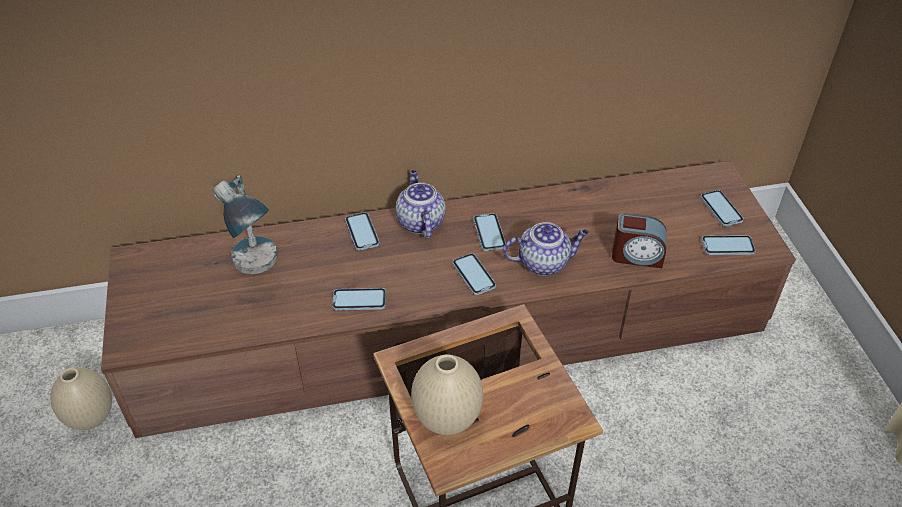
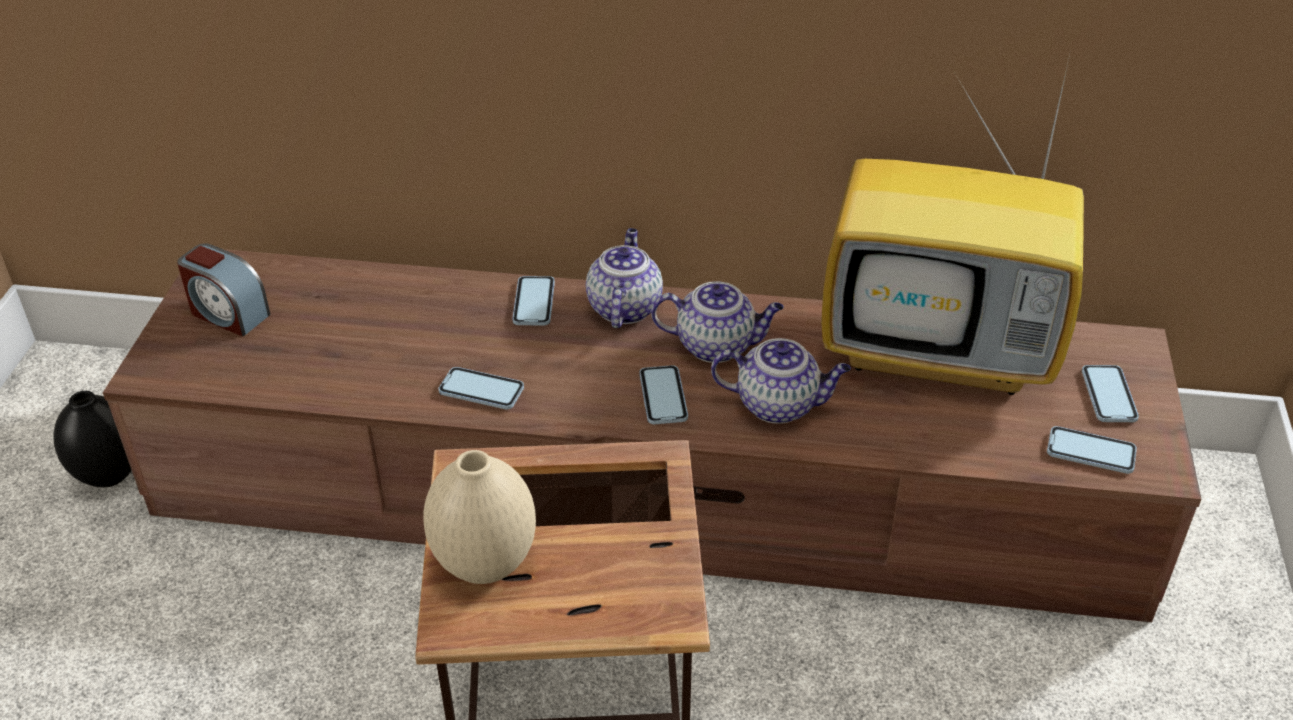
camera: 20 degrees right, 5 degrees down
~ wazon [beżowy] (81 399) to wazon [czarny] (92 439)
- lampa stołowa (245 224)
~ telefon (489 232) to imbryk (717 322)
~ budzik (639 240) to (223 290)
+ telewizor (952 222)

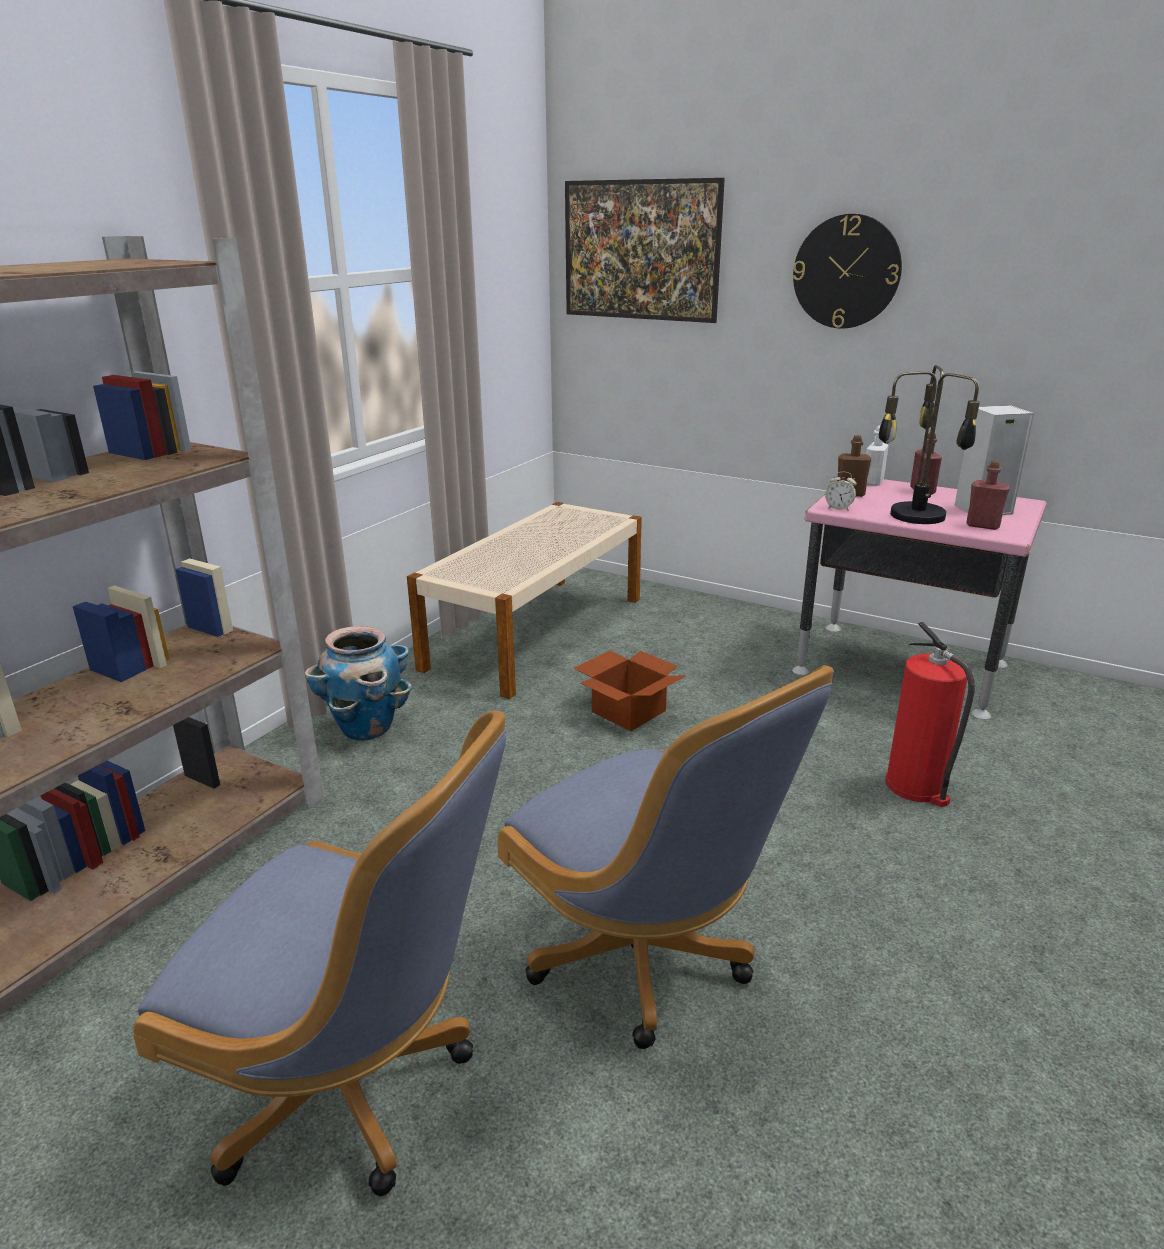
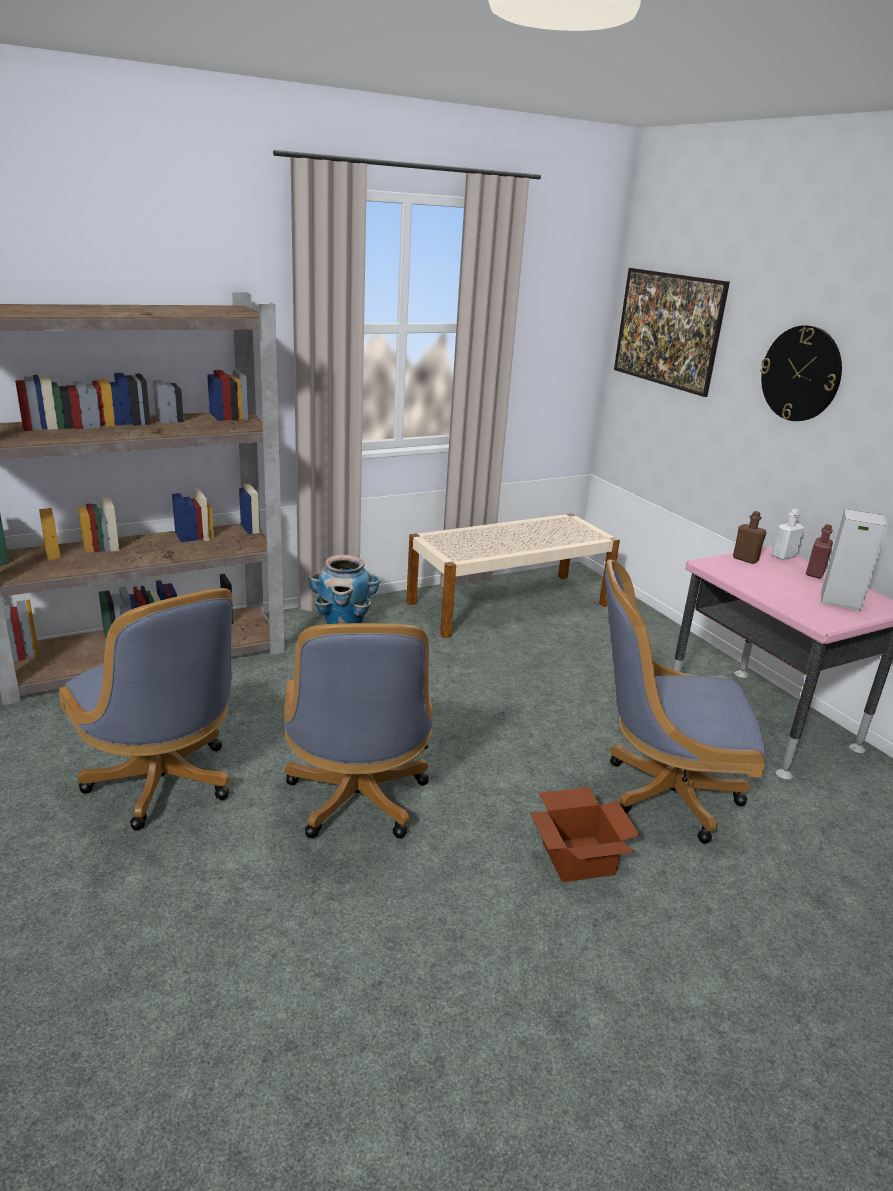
camera: 30 degrees right, 0 degrees up
~ karton (630 691) to (585 834)
- budzik (841 491)
- lampa stołowa (929 444)
~ gaśnica (930 714) to krzesło biurowe [niebieski] (685 702)
- butelka [czerwony] (988 495)

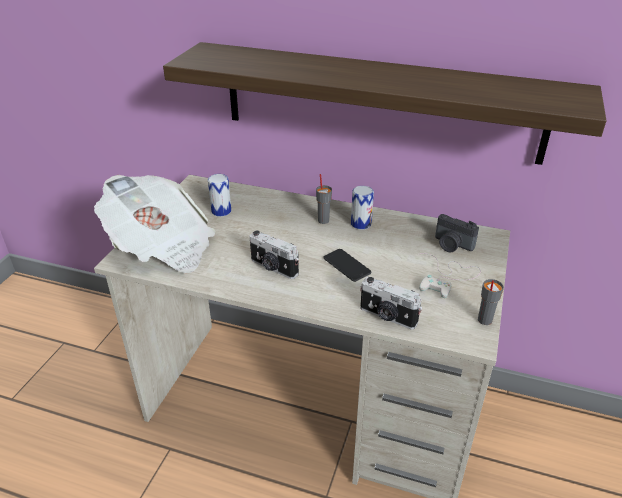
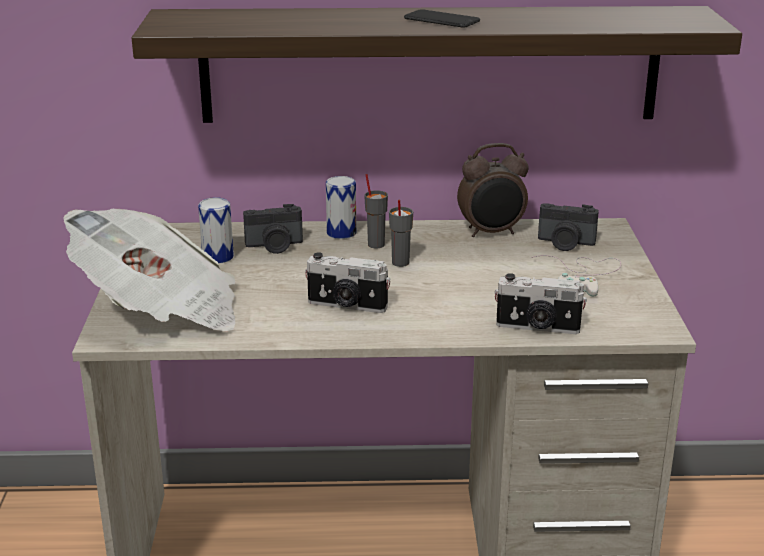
camera: 20 degrees left, 10 degrees down
~ telefon (347 265) to (442 18)
~ puszka (362 208) to (341 207)
~ filiżanka [szary] (491 302) to (401 233)
+ aparat fotograficzny (273 229)
+ budzik (493 190)

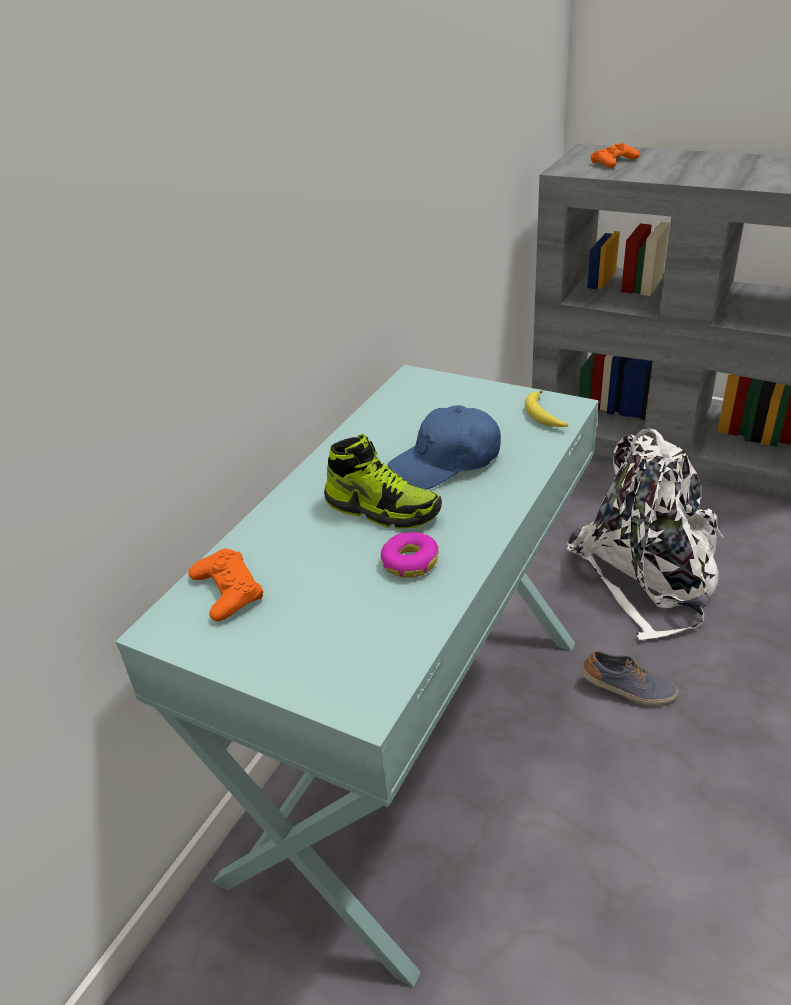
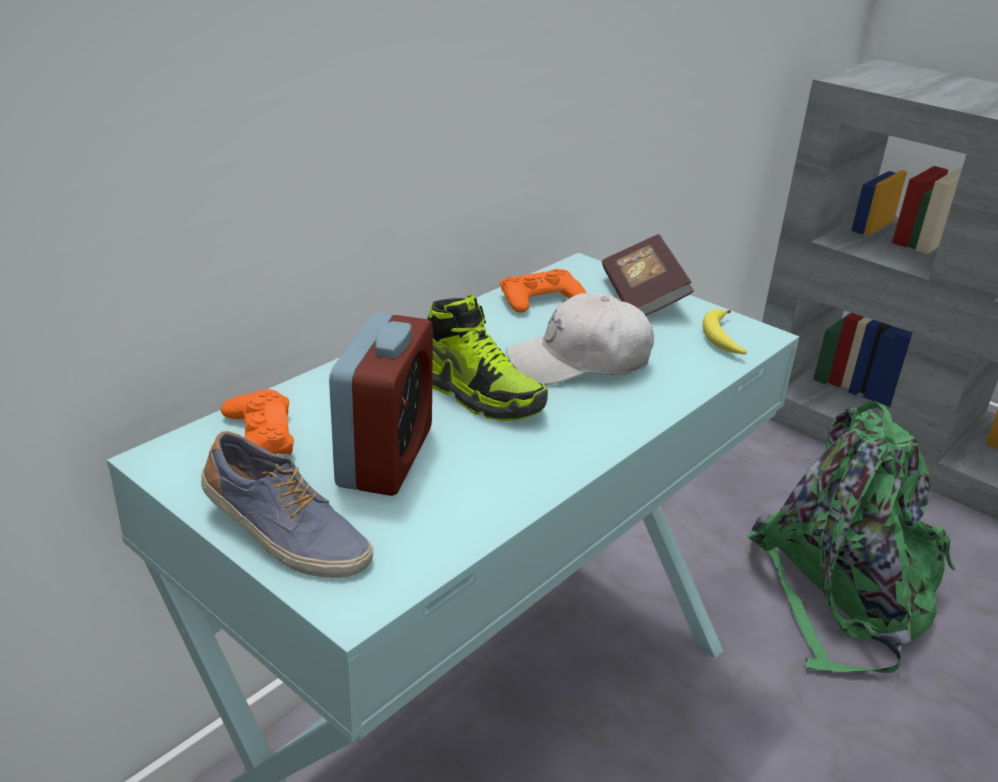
camera: 10 degrees right, 5 degrees down
- donut (410 555)
~ czapka z daszkiem [niebieski] (444 447) to czapka z daszkiem [biały] (580 339)
~ plecak [biały] (645 535) to plecak [zielony] (851 537)
~ but (630 678) to (287 504)
~ pad do gier [pomarańczowy] (615 155) to (543 291)
+ budzik (381 404)
+ książka (648 275)

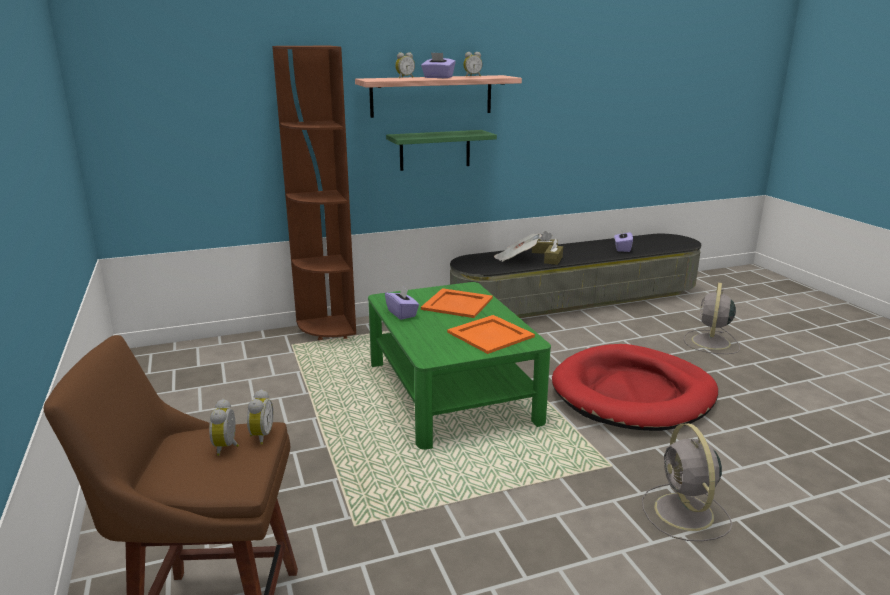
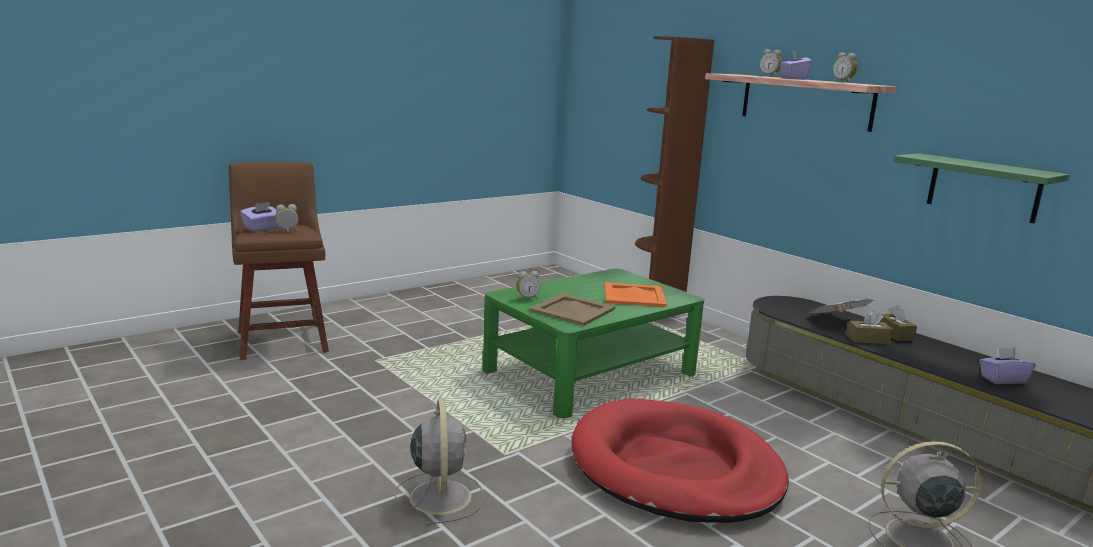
camera: 70 degrees right, 5 degrees down
~ budzik (260 417) to (528 285)
~ pudełko chusteczek [fioletowy] (402 302) to (259 216)
~ półka [zielony] (441 150) to (981 188)
~ taca [pomarańczowy] (491 334) to taca [beżowy] (572 309)
~ wentylator [szary] (687 482) = (439 462) 105 degrees clockwise

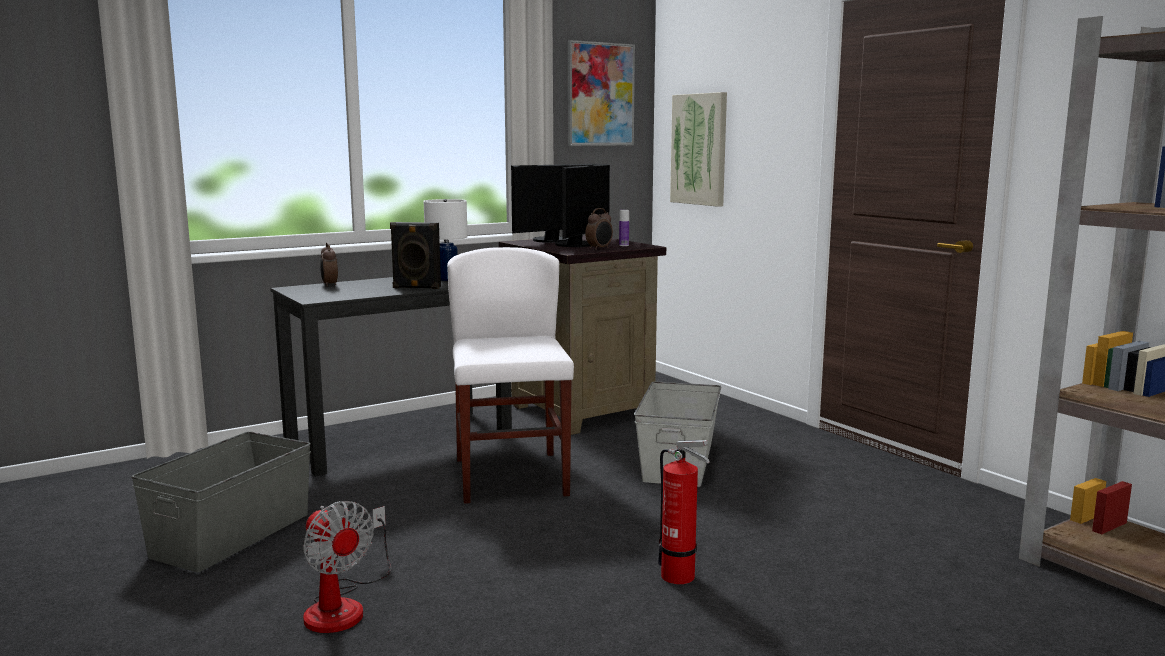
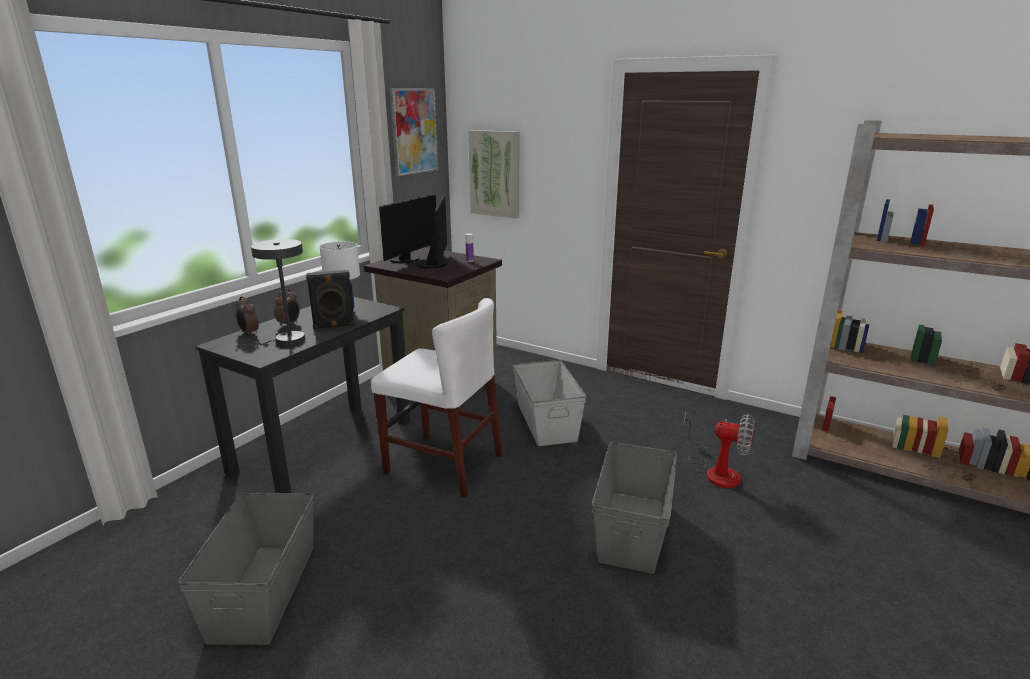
camera: 25 degrees left, 10 degrees up
~ wentylator (347 567) to (718 450)
~ krzesło [biały] (510 375) = (436 398) 150 degrees clockwise
~ budzik (599 229) to (287 308)
~ gaśnica (684 512) to pojemnik do przechowywania [szary] (634 508)
+ lampa stołowa [szary] (270 293)

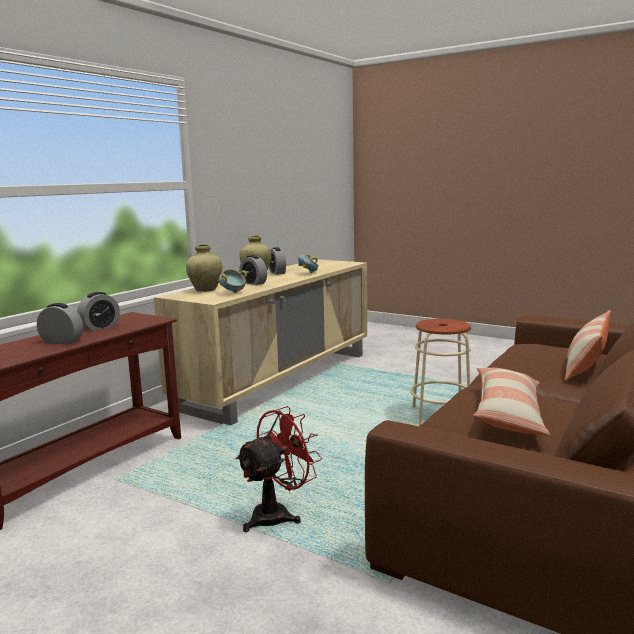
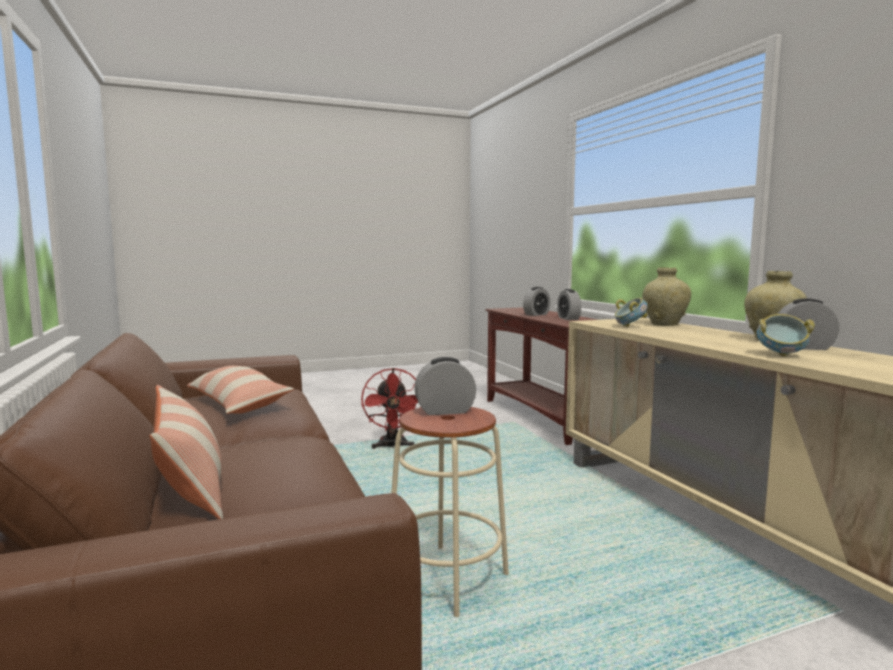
camera: 125 degrees right, 5 degrees down
~ budzik (253 270) to (445 386)

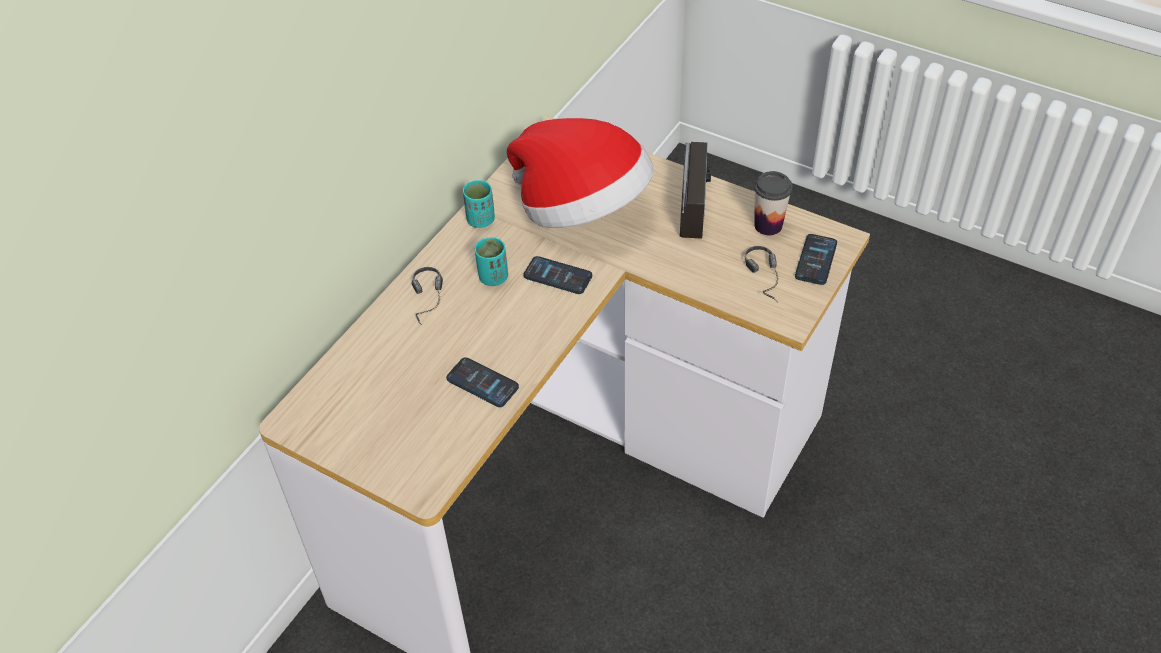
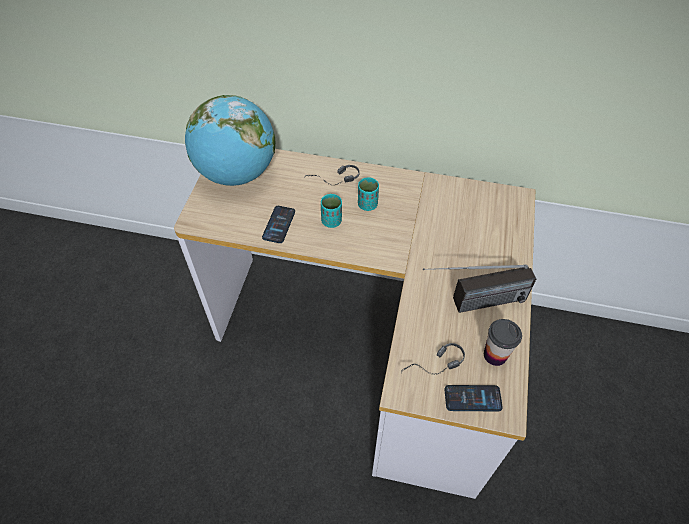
camera: 70 degrees right, 5 degrees up
~ filiżanka [turkusowy] (479 204) to (331 211)
- kapelusz (580 173)
- telefon (557 275)
+ globus (230 140)

